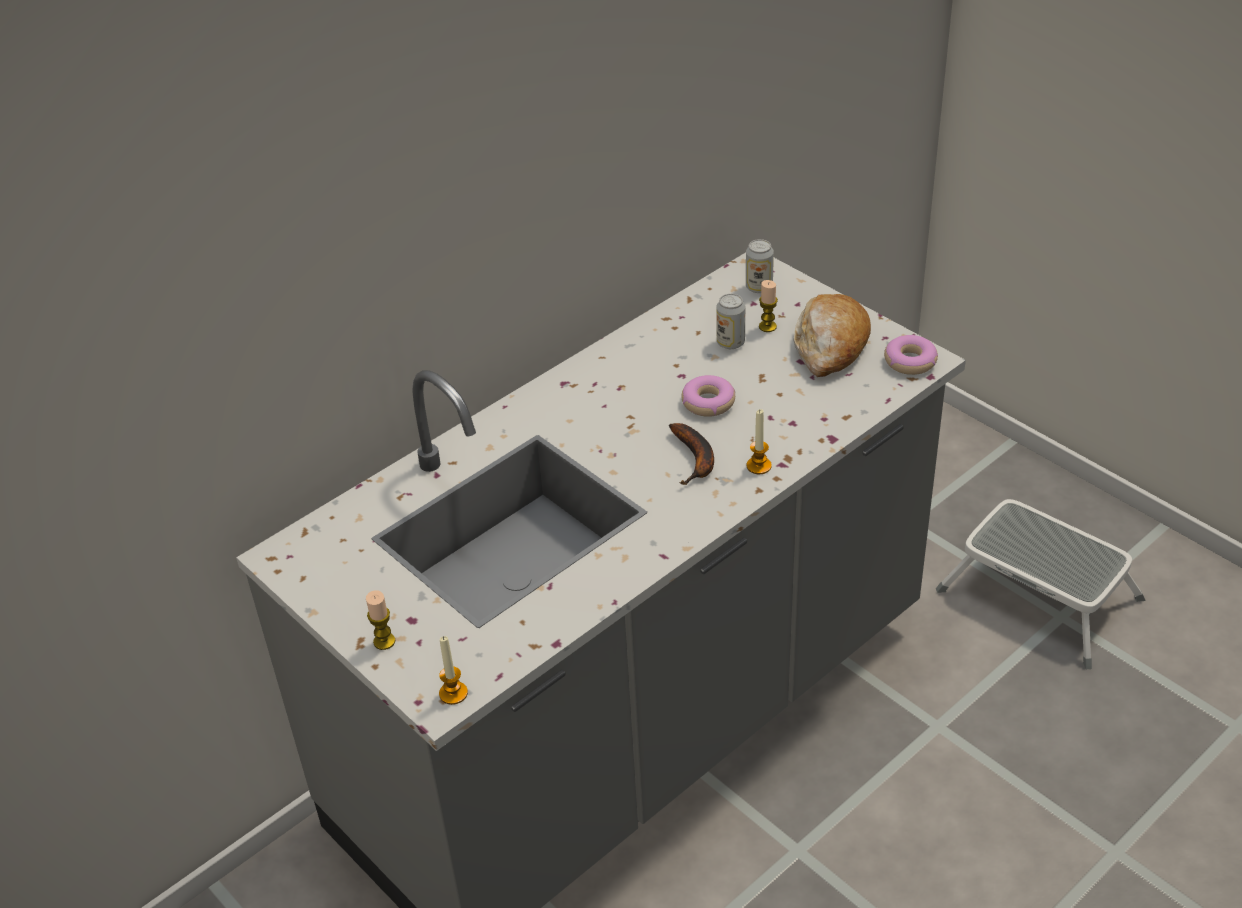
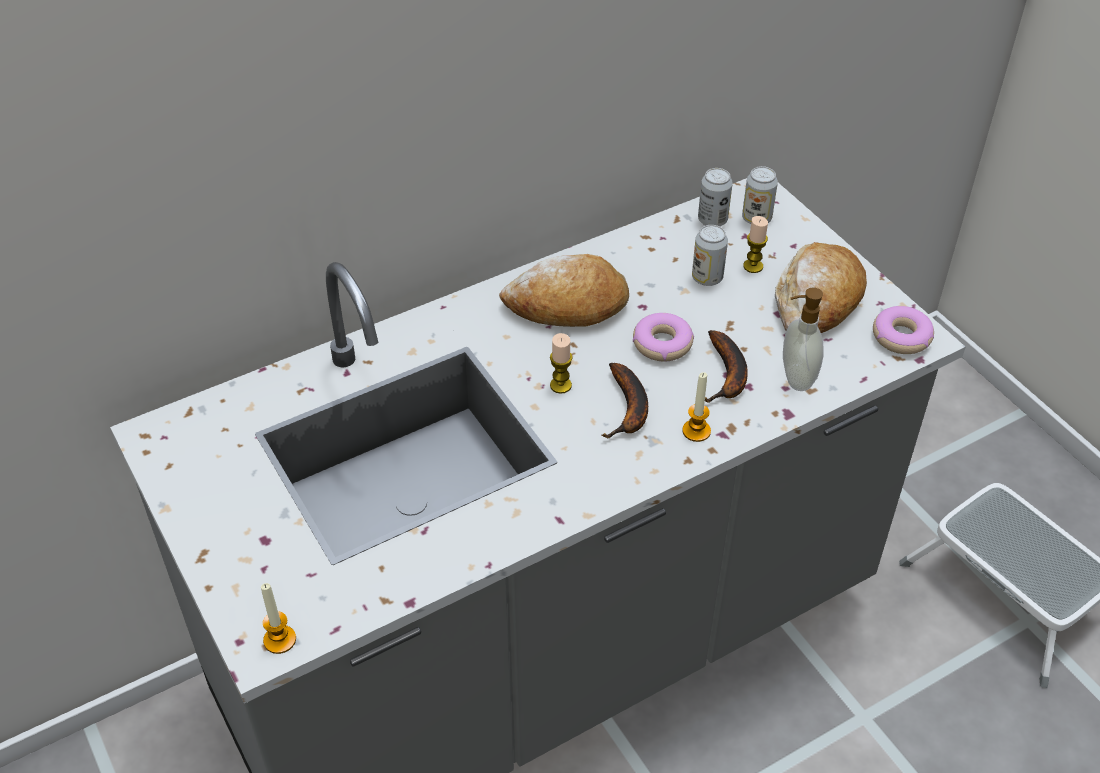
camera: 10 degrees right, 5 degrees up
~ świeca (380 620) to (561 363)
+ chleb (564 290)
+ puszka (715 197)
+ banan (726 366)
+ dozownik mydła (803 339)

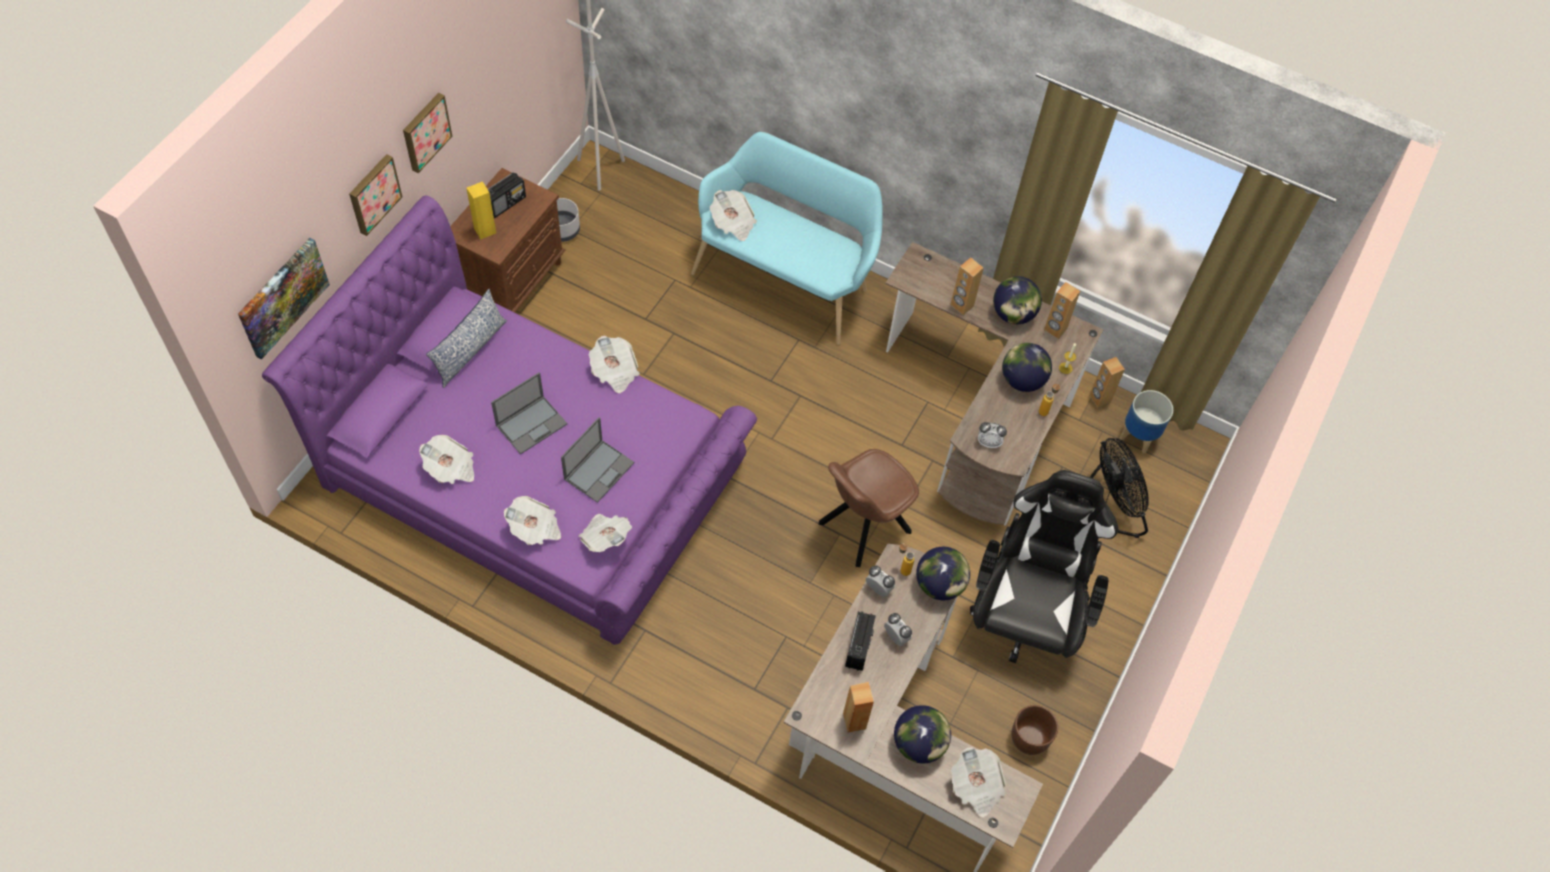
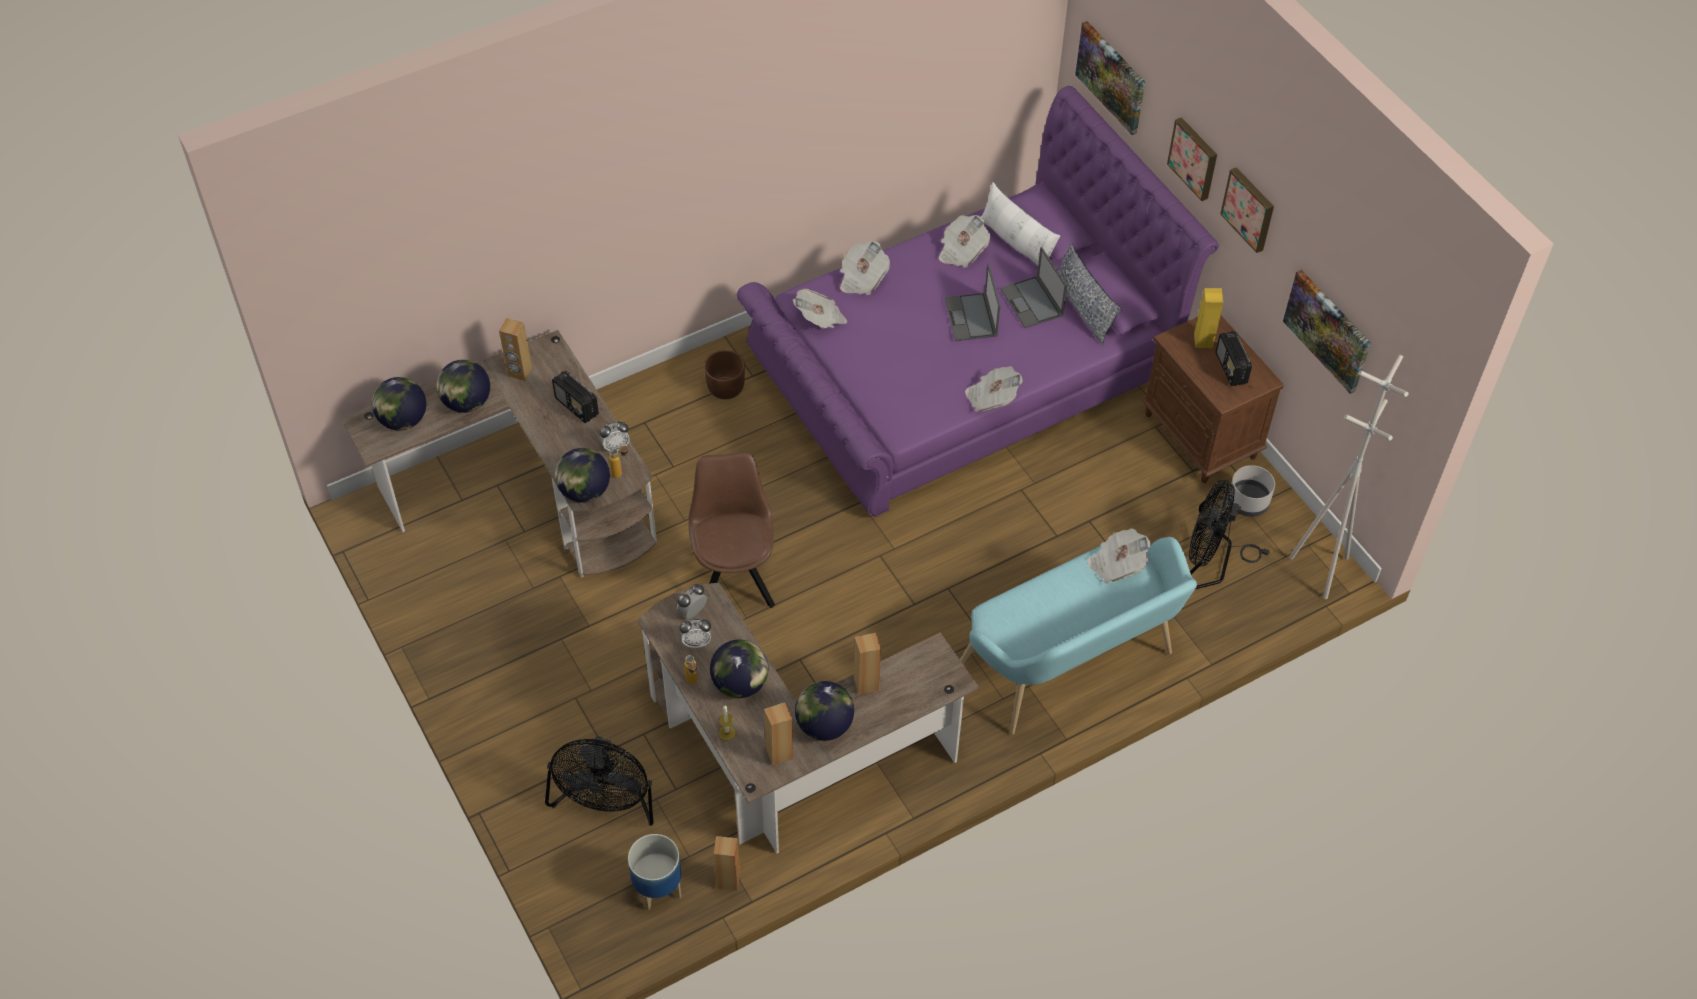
camera: 125 degrees right, 5 degrees down
~ laptop (597 460) to (1033 287)
~ budzik (898 629) to (695 633)
~ gazeta (979 782) to globus (399 403)
- krzesło biurowe [czarny] (1044 566)
~ donica [brązowy] (1034 730) to (724 374)
+ poduszka [biały] (1020 224)
+ wentylator [czarny] (1230 534)
+ obraz (1327 332)

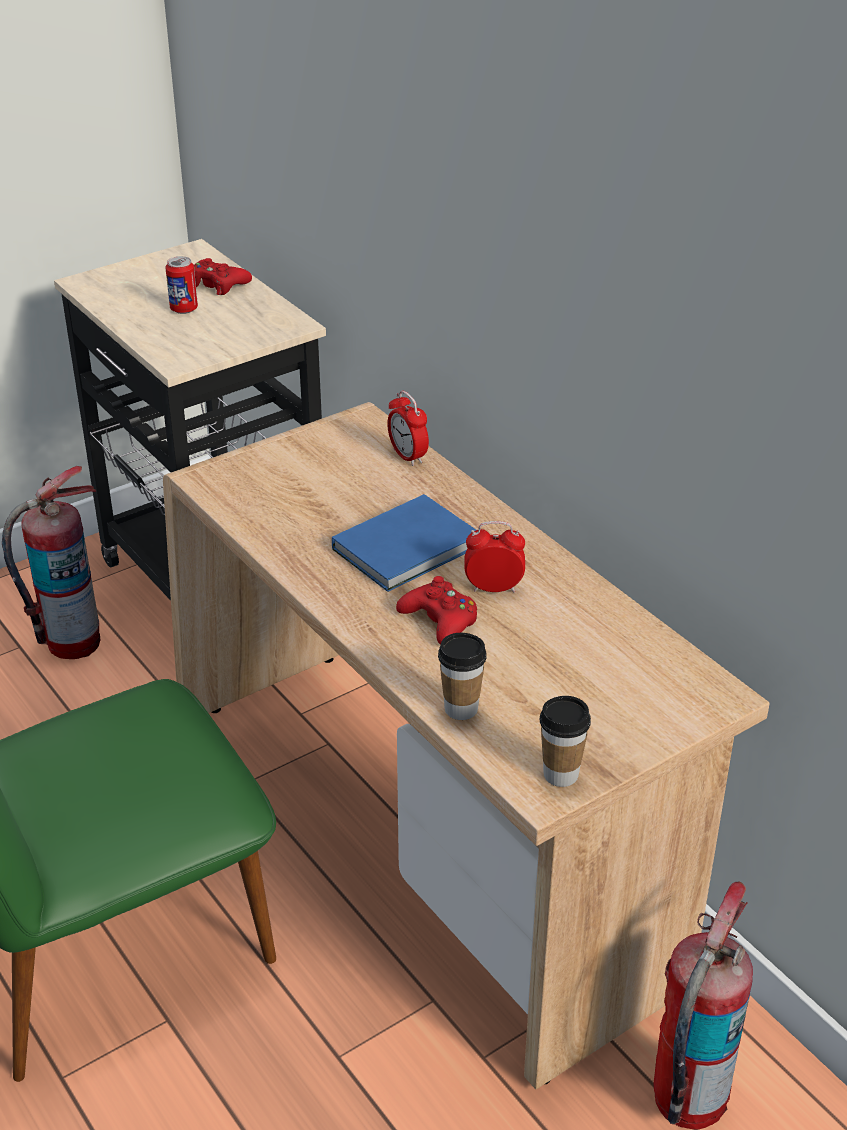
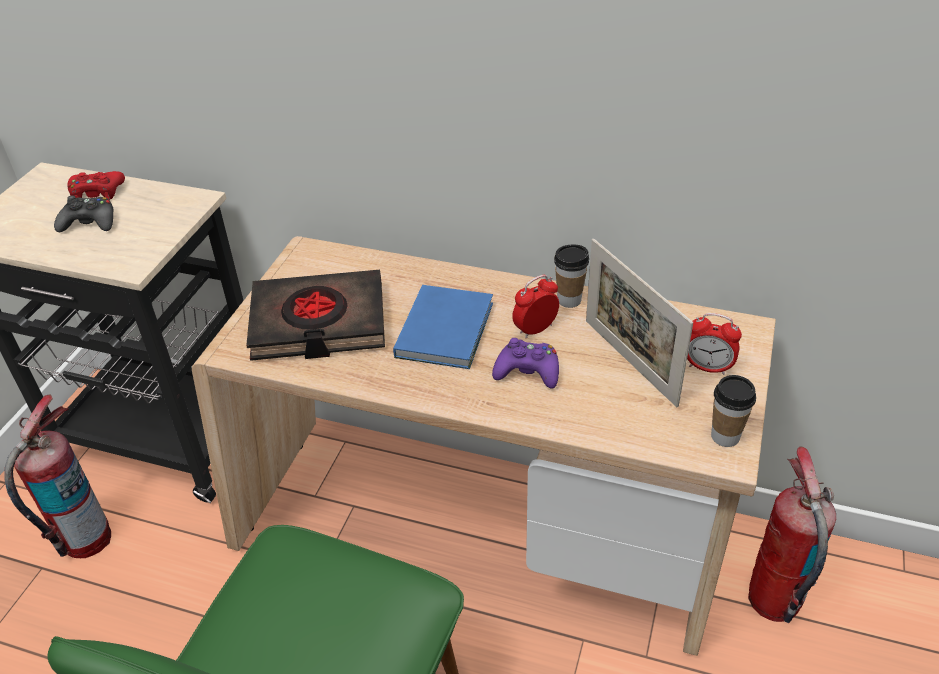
camera: 35 degrees left, 5 degrees up
~ puszka (181 285) to pad do gier [czarny] (83 213)
~ budzik (408 428) to (714 344)
~ pad do gier [czerwony] (436 610) to pad do gier [fioletowy] (525 363)
~ filiżanka (462 676) to (571 276)
+ książka [czarny] (315 315)
+ ramka na zdjęcie (639 323)

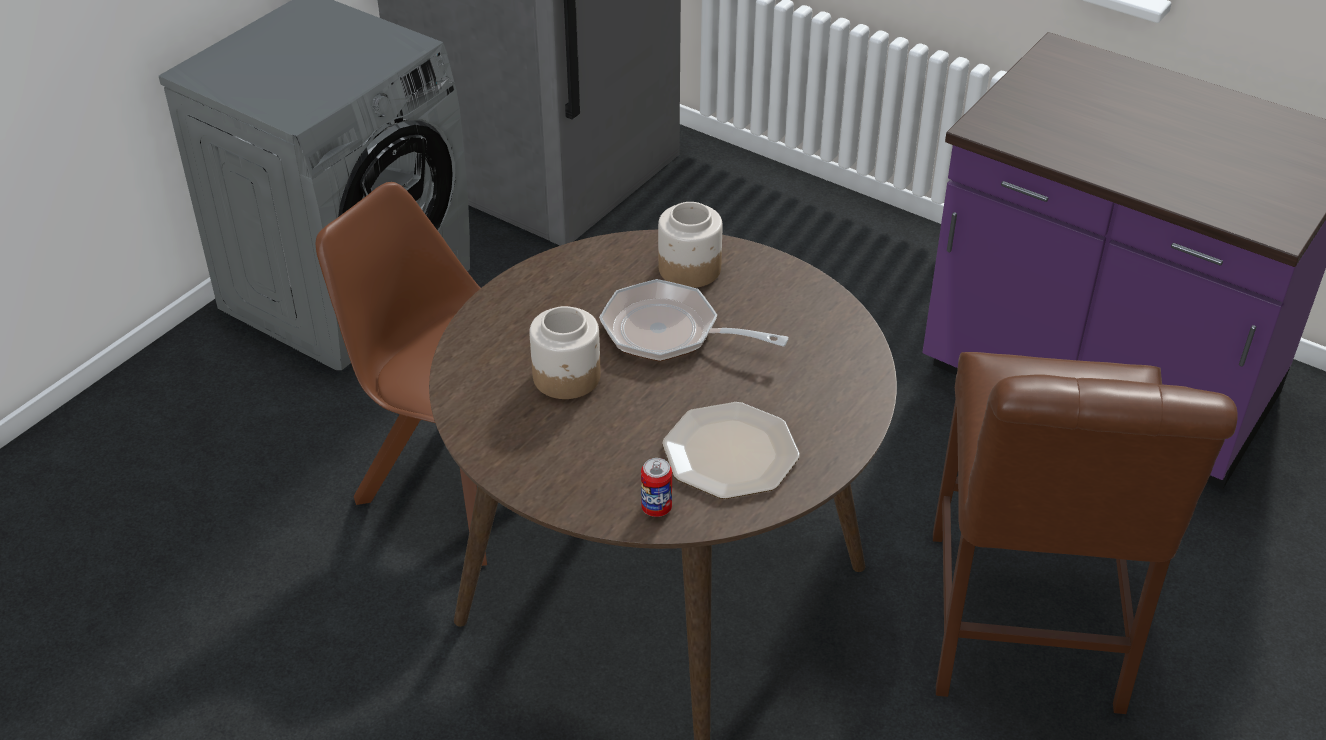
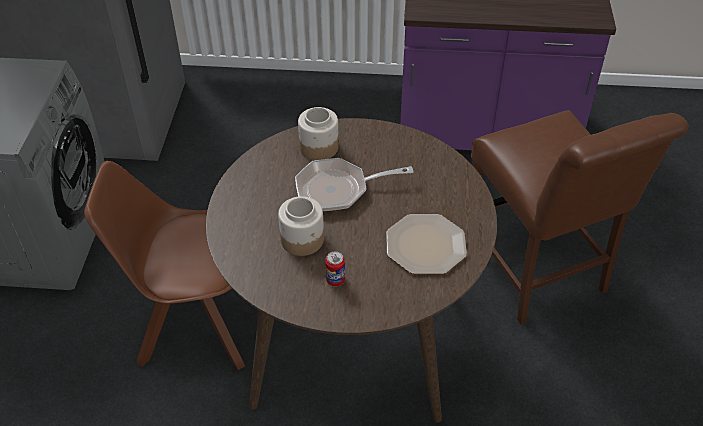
camera: 30 degrees left, 5 degrees up
~ puszka (656 487) to (335 268)

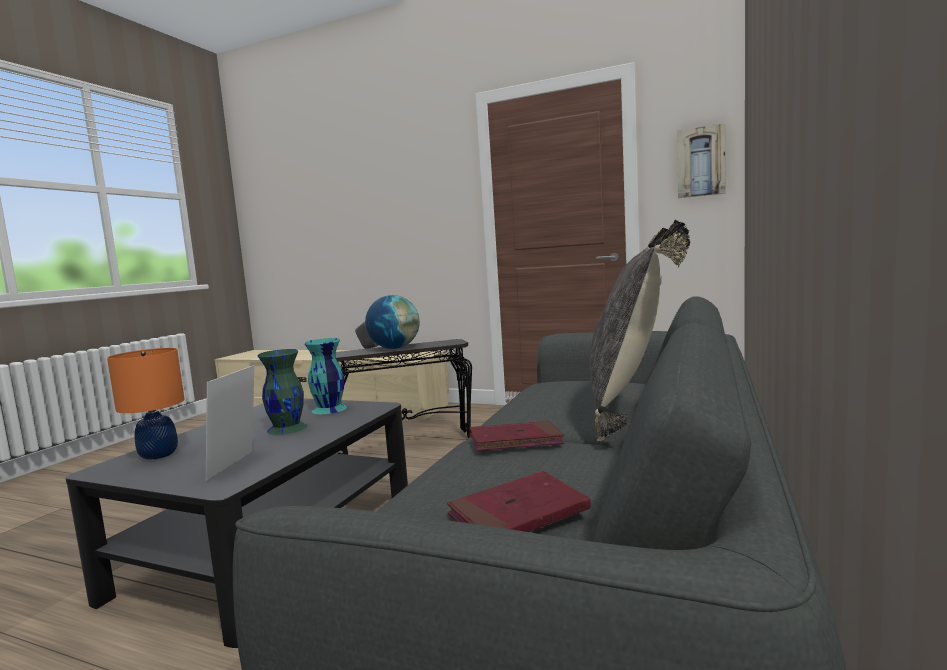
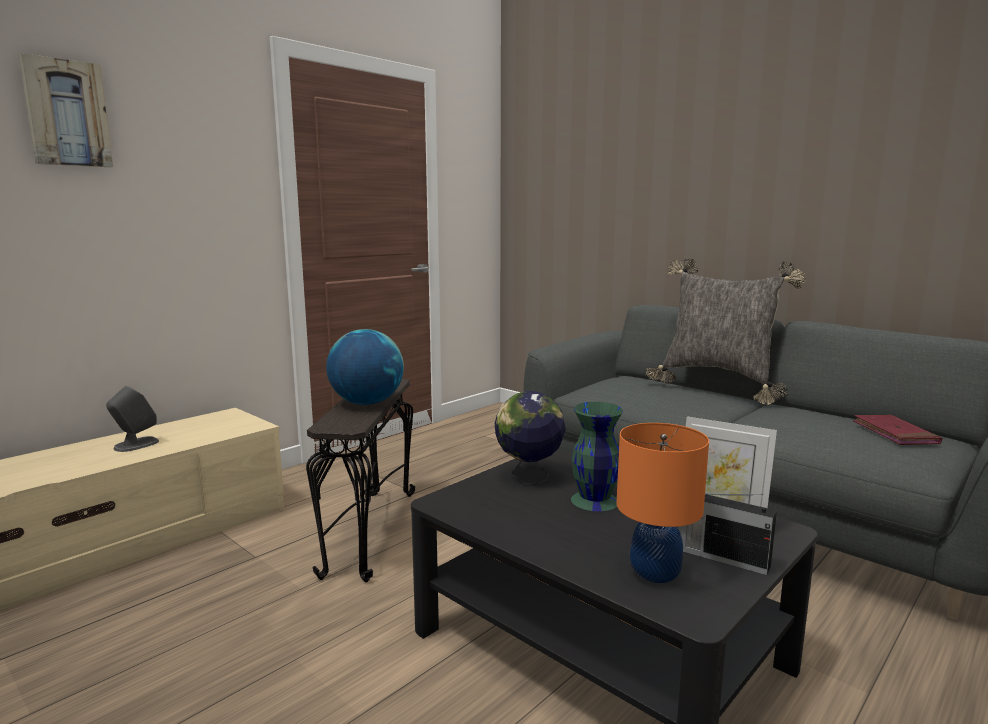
camera: 70 degrees left, 5 degrees up
~ wazon [turkusowy] (325 376) to globus (530 437)
- książka [czerwony] (517 435)
~ obraz (701 161) to (66 110)
+ radio (727 534)

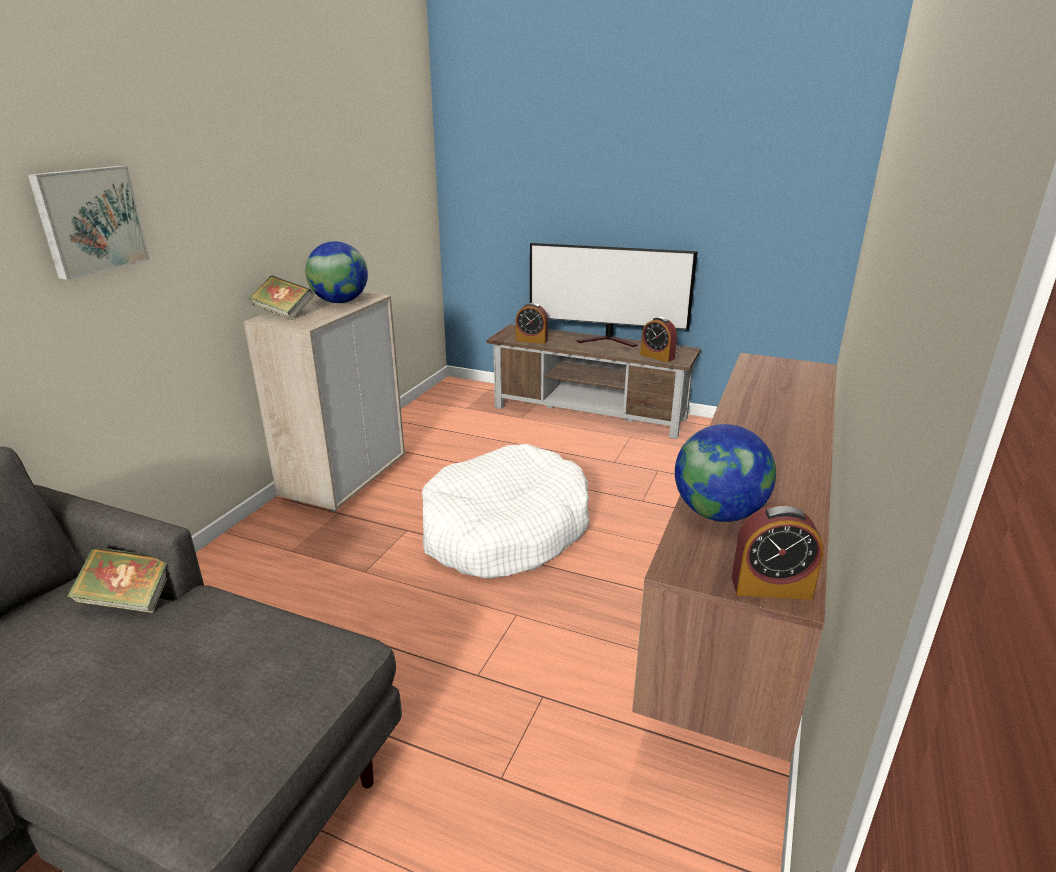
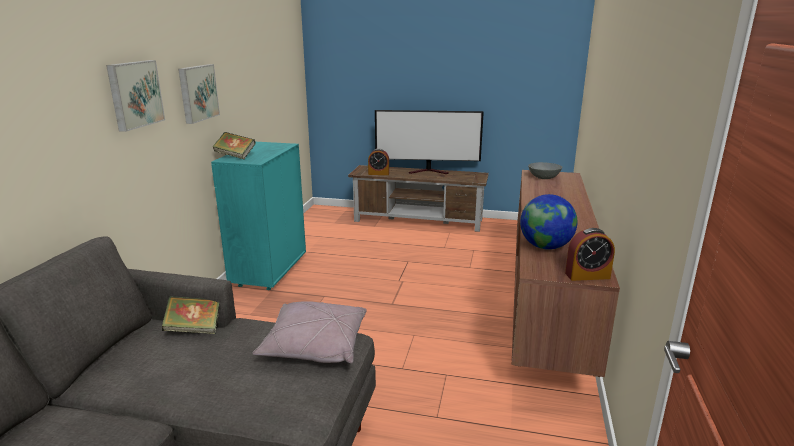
camera: 10 degrees left, 5 degrees down
~ szafka [beżowy] (324 402) to szafka [turkusowy] (258 216)
- globus (336 272)
- legowisko [biały] (506 511)
- budzik (658 339)
+ obraz (199 94)
+ poduszka [fioletowy] (310 332)
+ miska [szary] (545 170)

